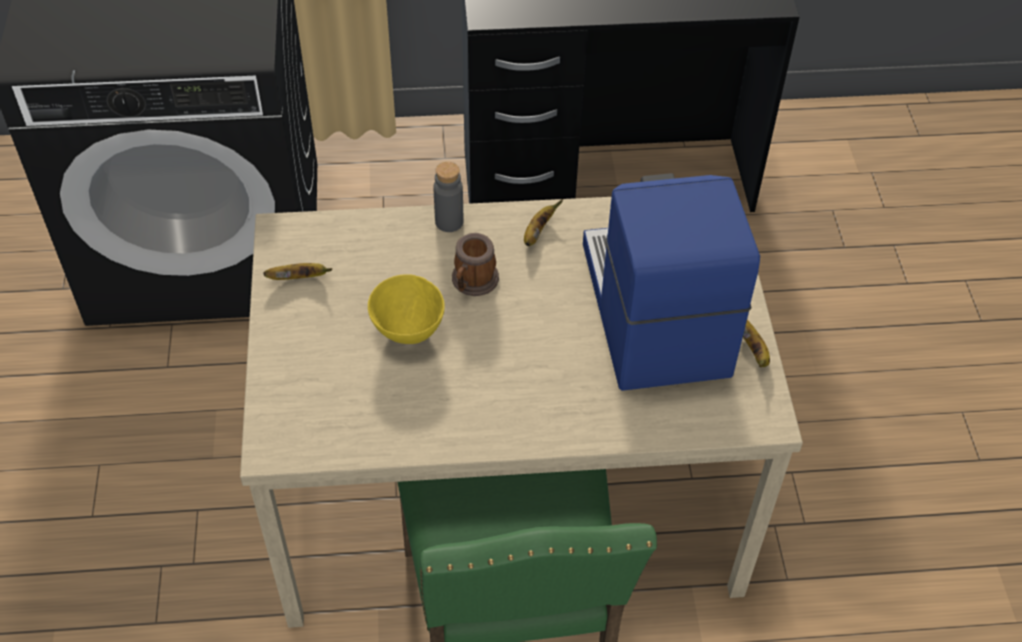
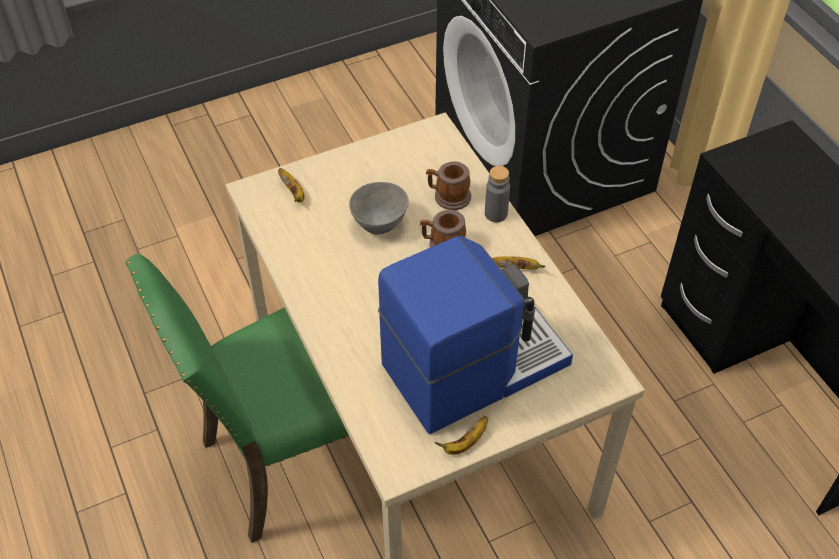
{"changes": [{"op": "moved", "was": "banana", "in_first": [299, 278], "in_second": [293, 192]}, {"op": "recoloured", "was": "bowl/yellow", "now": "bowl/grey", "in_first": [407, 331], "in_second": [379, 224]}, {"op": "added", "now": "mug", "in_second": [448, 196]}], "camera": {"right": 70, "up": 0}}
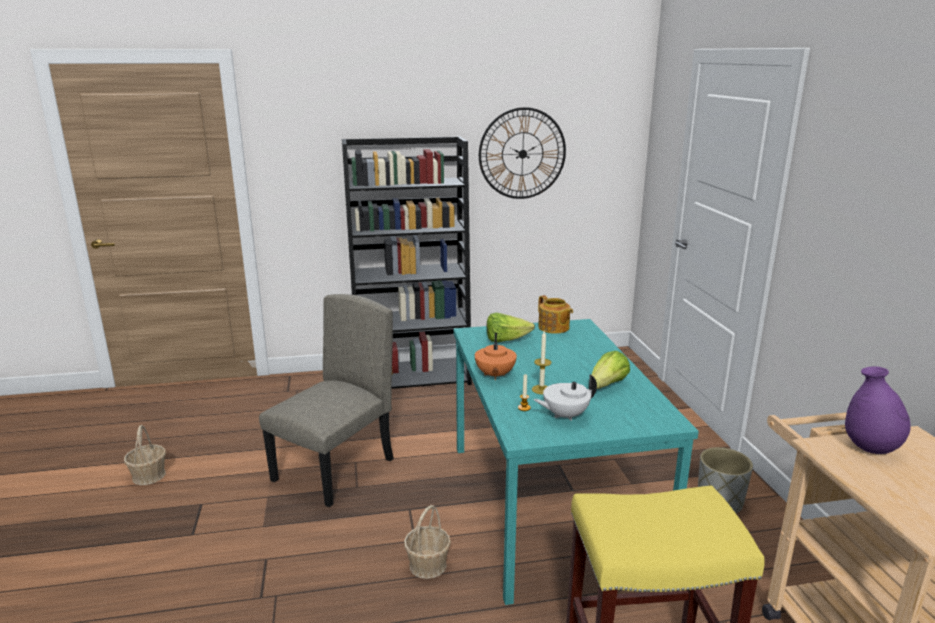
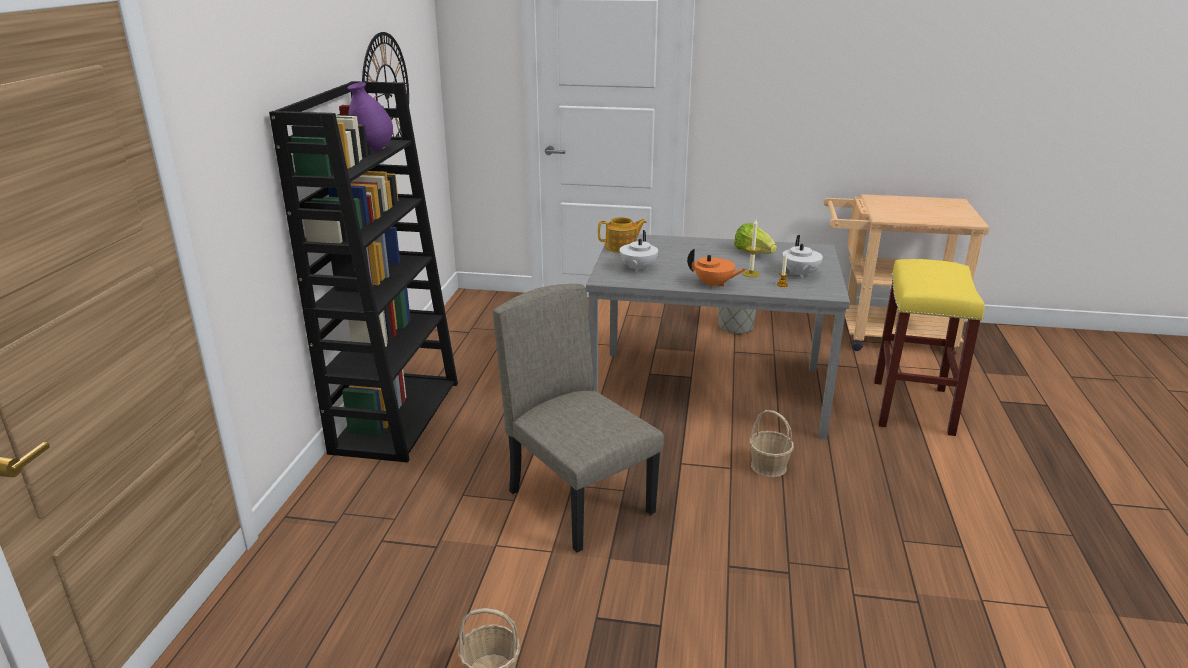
{"changes": [{"op": "replaced", "was": "lettuce", "now": "teapot/white", "in_first": [506, 340], "in_second": [637, 269]}, {"op": "recoloured", "was": "dining table/turquoise", "now": "dining table/grey", "in_first": [548, 505], "in_second": [707, 392]}, {"op": "moved", "was": "vase/purple", "in_first": [870, 449], "in_second": [373, 150]}], "camera": {"right": -70, "up": 5}}
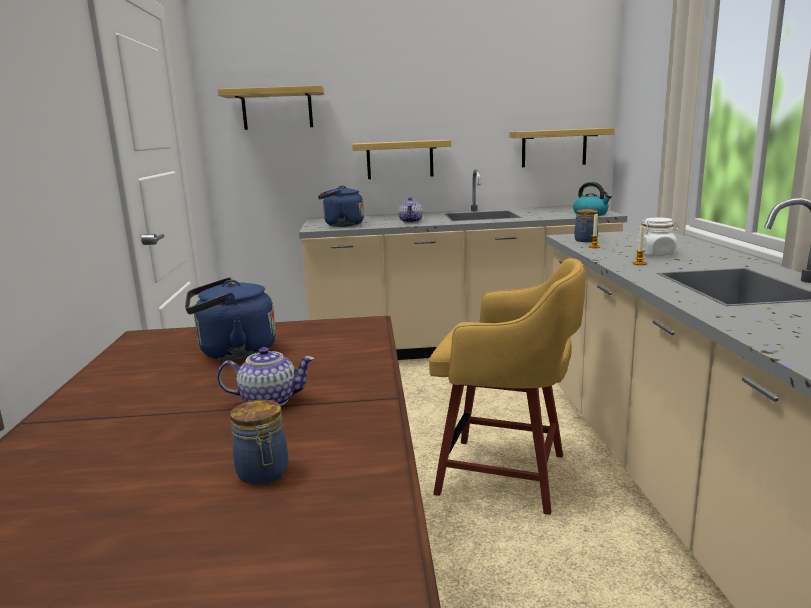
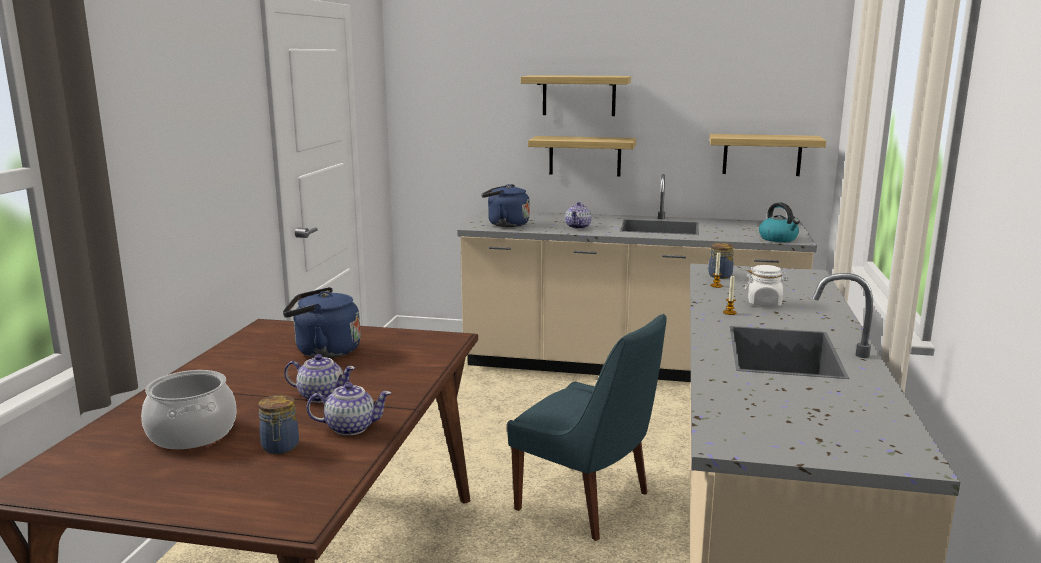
{"changes": [{"op": "moved", "was": "shelf", "in_first": [277, 109], "in_second": [579, 95]}, {"op": "replaced", "was": "stool/yellow", "now": "chair/blue", "in_first": [506, 475], "in_second": [587, 503]}, {"op": "added", "now": "cooking pot", "in_second": [193, 433]}, {"op": "added", "now": "teapot", "in_second": [351, 427]}], "camera": {"right": 15, "up": 0}}
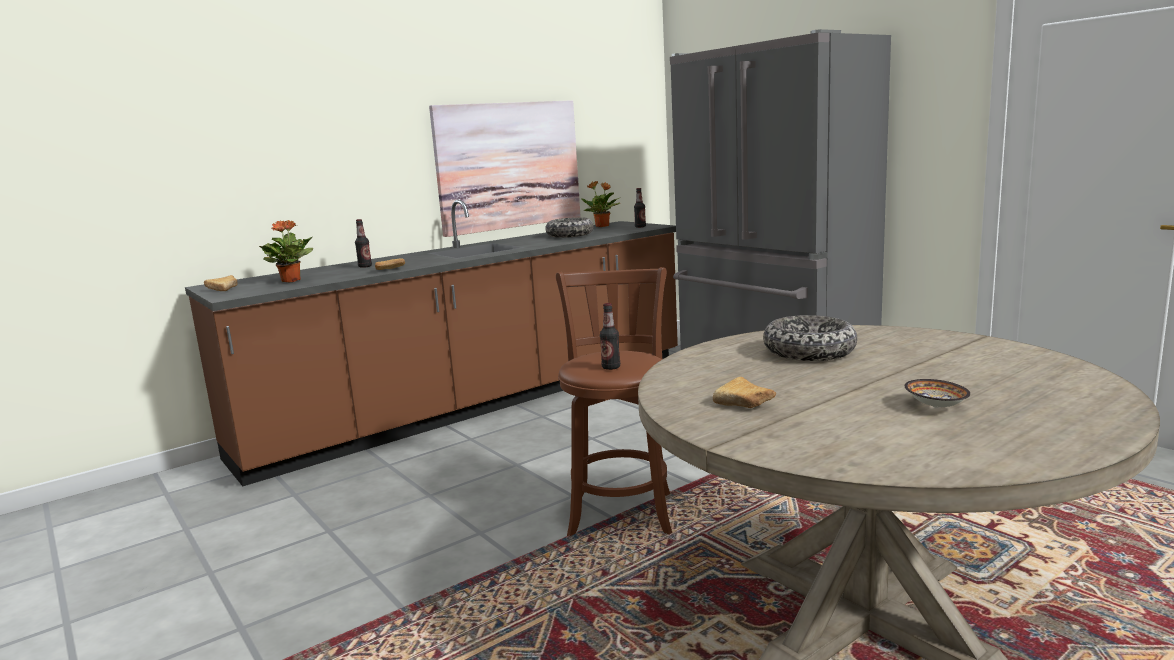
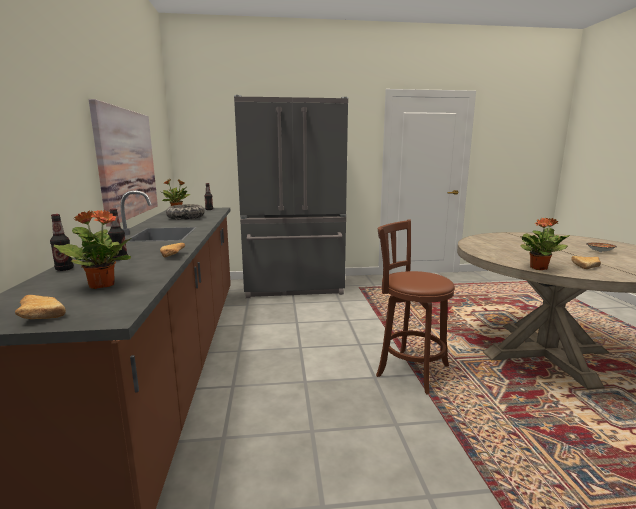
{"changes": [{"op": "moved", "was": "bottle", "in_first": [611, 367], "in_second": [64, 269]}, {"op": "removed", "was": "bowl", "in_first": [809, 352]}, {"op": "added", "now": "potted plant", "in_second": [539, 268]}], "camera": {"right": -60, "up": 0}}
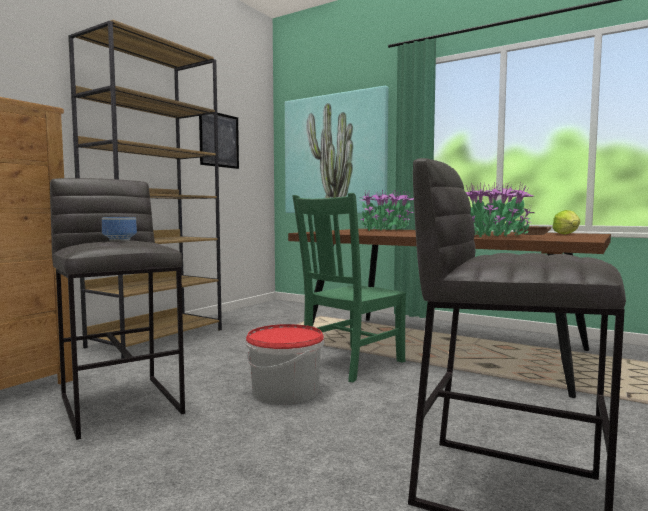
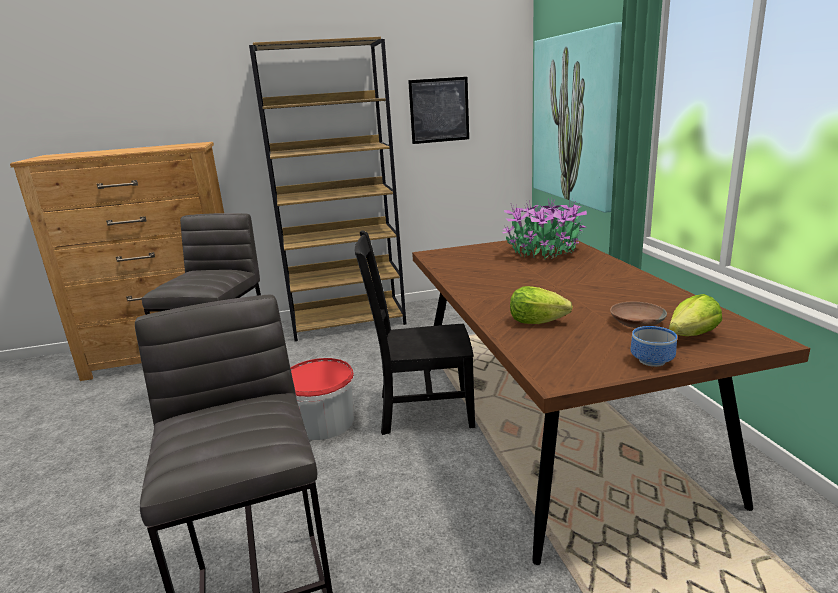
{"changes": [{"op": "replaced", "was": "potted plant", "now": "lettuce", "in_first": [492, 236], "in_second": [536, 322]}, {"op": "recoloured", "was": "chair/green", "now": "chair/black", "in_first": [350, 364], "in_second": [422, 410]}, {"op": "moved", "was": "bowl", "in_first": [118, 240], "in_second": [650, 360]}], "camera": {"right": 45, "up": 15}}
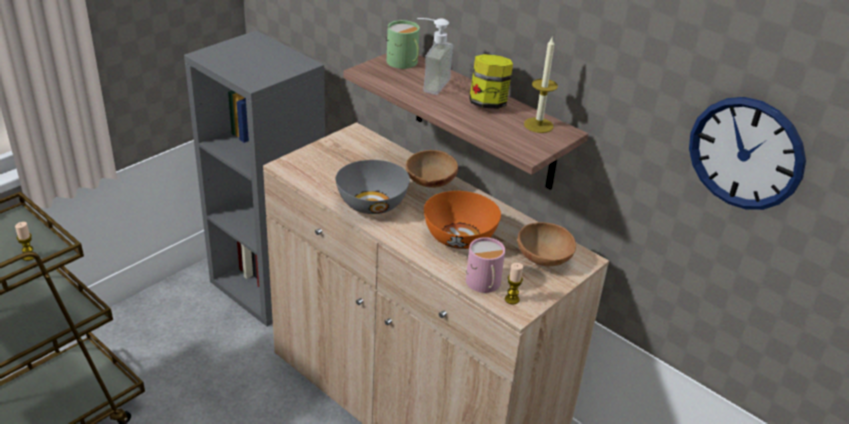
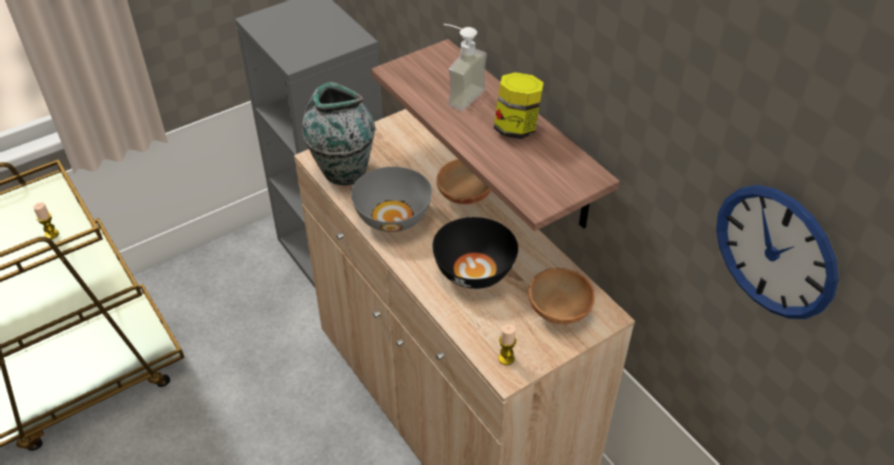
{"changes": [{"op": "removed", "was": "mug/green", "in_first": [404, 63]}, {"op": "removed", "was": "candle", "in_first": [538, 125]}, {"op": "recoloured", "was": "bowl/orange", "now": "bowl/black", "in_first": [459, 237], "in_second": [473, 271]}, {"op": "removed", "was": "mug/pink", "in_first": [483, 284]}, {"op": "added", "now": "vase", "in_second": [343, 171]}], "camera": {"right": 15, "up": 10}}
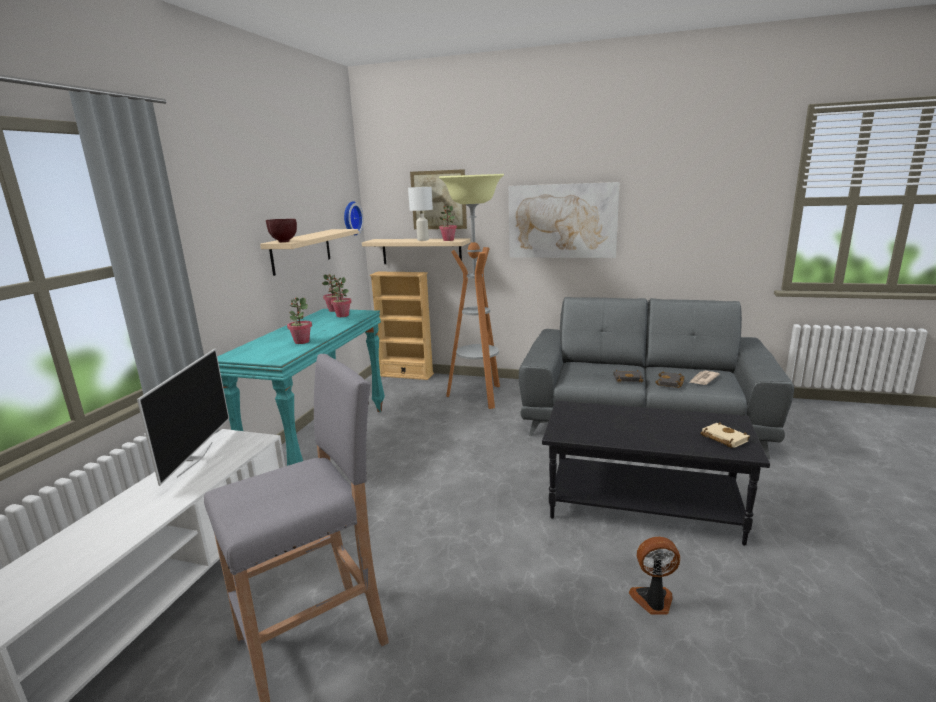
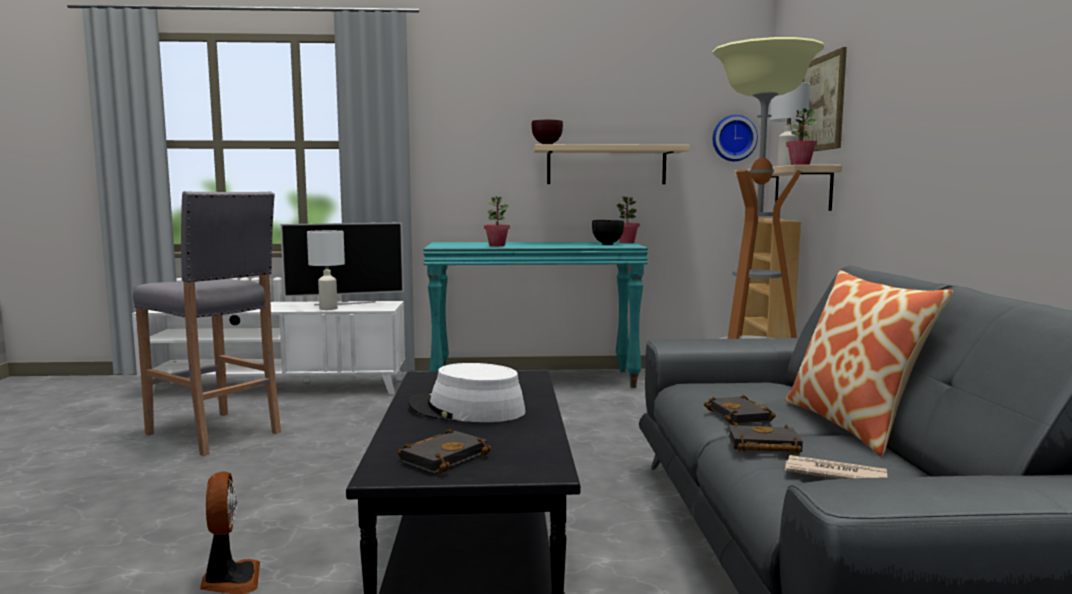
{"changes": [{"op": "removed", "was": "picture", "in_first": [562, 221]}, {"op": "replaced", "was": "potted plant", "now": "bowl/black", "in_first": [342, 315], "in_second": [606, 244]}, {"op": "recoloured", "was": "book/beige", "now": "book/black", "in_first": [722, 438], "in_second": [444, 457]}, {"op": "added", "now": "table lamp/white", "in_second": [328, 308]}, {"op": "added", "now": "pillow", "in_second": [853, 425]}, {"op": "added", "now": "hat/white", "in_second": [466, 410]}], "camera": {"right": 70, "up": -10}}
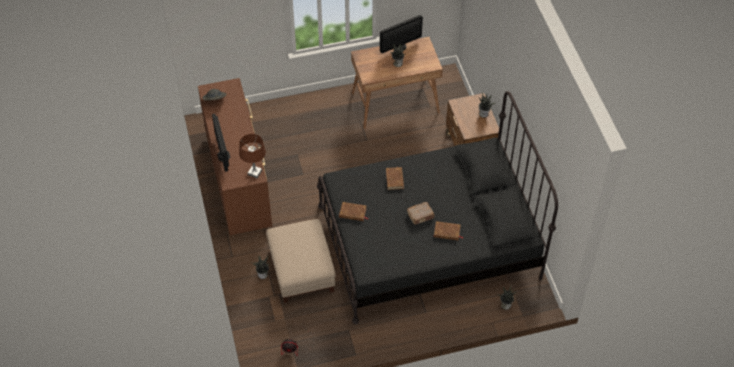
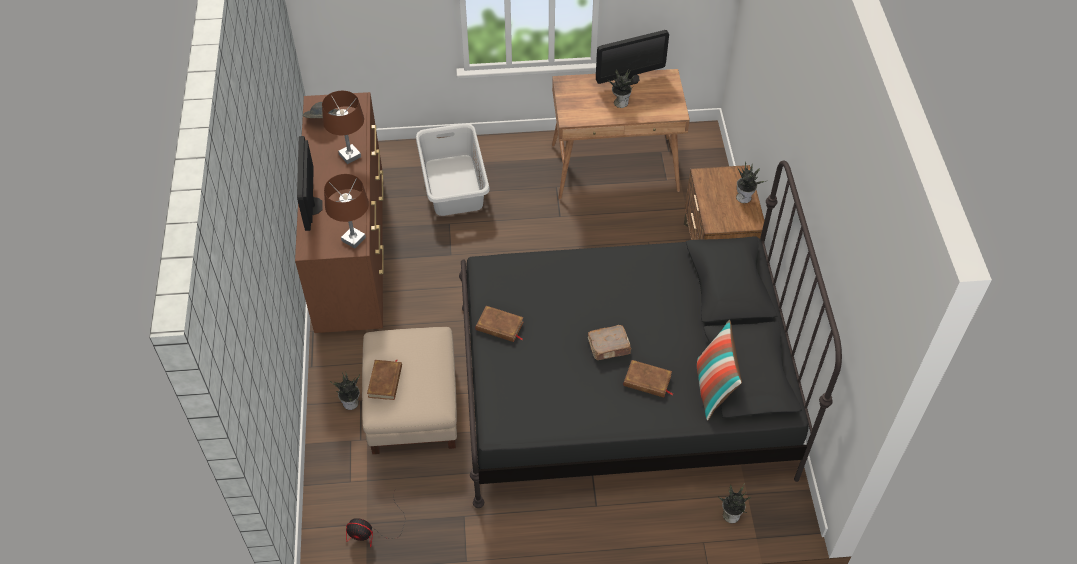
{"changes": [{"op": "moved", "was": "book/brown", "in_first": [395, 179], "in_second": [385, 381]}, {"op": "added", "now": "table lamp/brown", "in_second": [349, 156]}, {"op": "added", "now": "laundry basket/grey", "in_second": [454, 184]}, {"op": "added", "now": "pillow", "in_second": [714, 389]}], "camera": {"right": 10, "up": 0}}
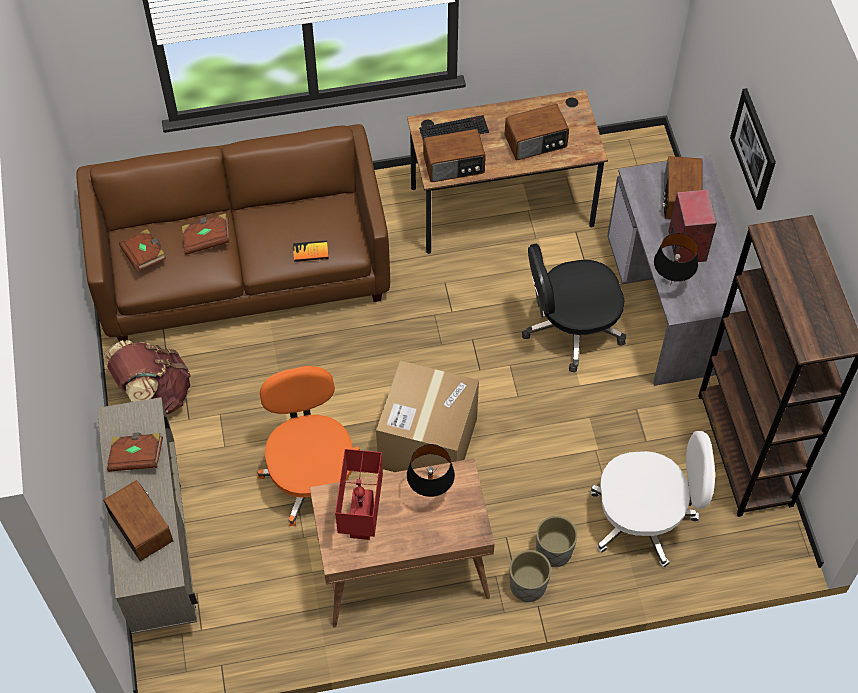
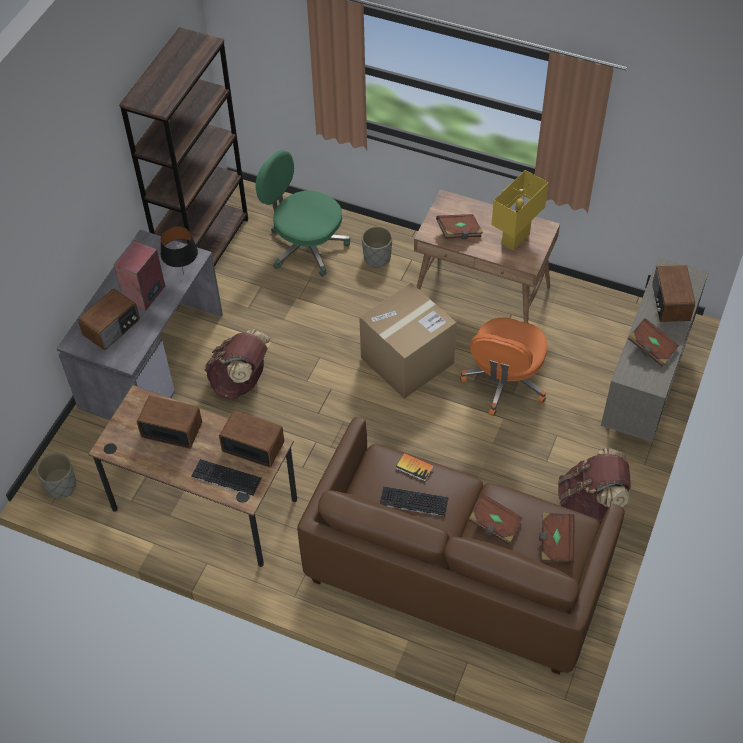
{"changes": [{"op": "removed", "was": "picture", "in_first": [754, 149]}, {"op": "replaced", "was": "office chair/black", "now": "backpack/brown", "in_first": [571, 328], "in_second": [241, 382]}, {"op": "recoloured", "was": "office chair/white", "now": "office chair/green", "in_first": [643, 519], "in_second": [305, 246]}, {"op": "replaced", "was": "table lamp/black", "now": "book/brown", "in_first": [430, 494], "in_second": [459, 233]}, {"op": "recoloured", "was": "table lamp/red", "now": "table lamp/yellow", "in_first": [362, 522], "in_second": [515, 239]}, {"op": "moved", "was": "planter/grey", "in_first": [527, 585], "in_second": [61, 486]}, {"op": "added", "now": "keyboard", "in_second": [412, 502]}], "camera": {"right": -145, "up": -5}}
